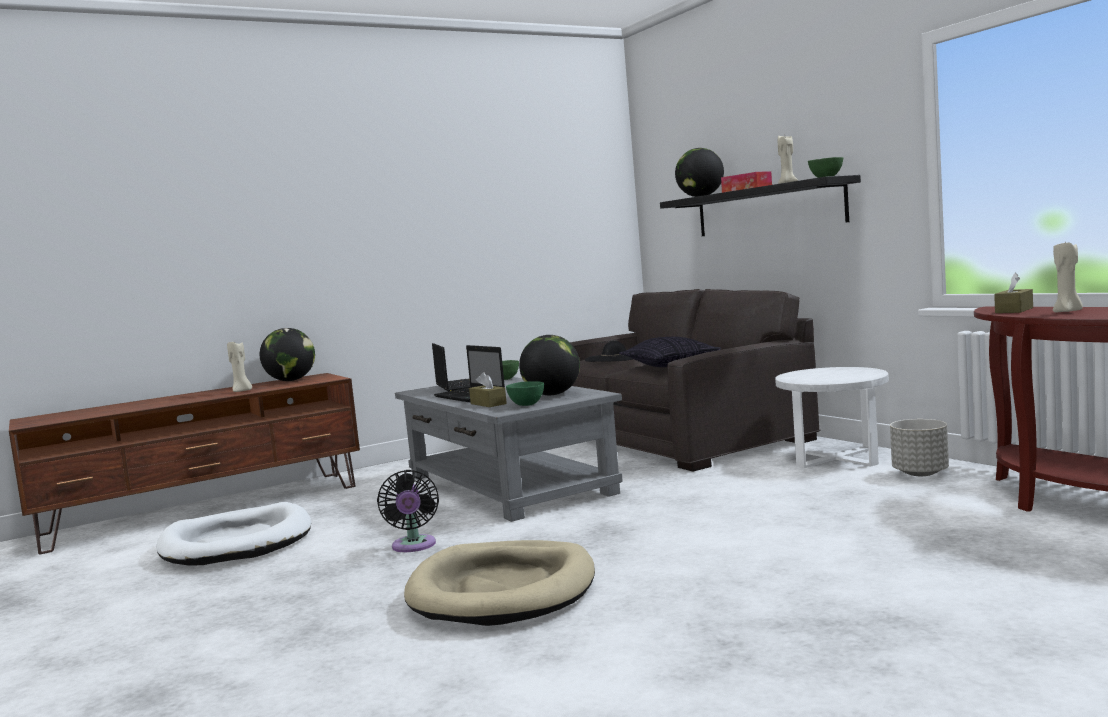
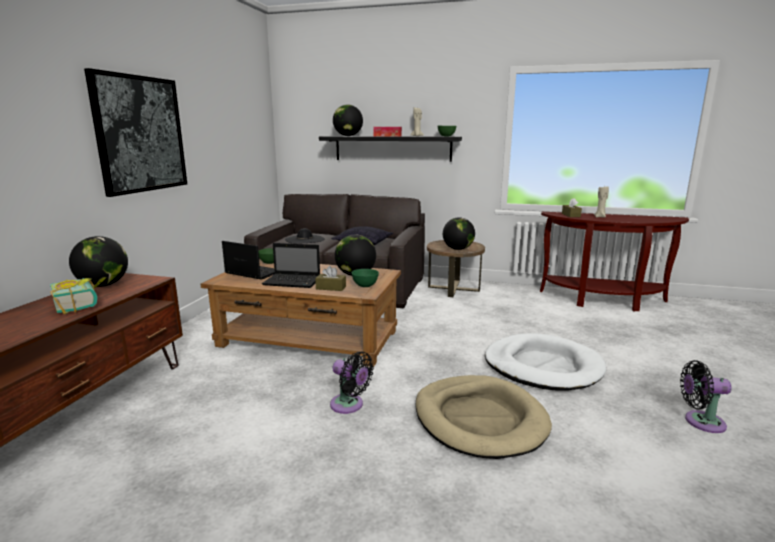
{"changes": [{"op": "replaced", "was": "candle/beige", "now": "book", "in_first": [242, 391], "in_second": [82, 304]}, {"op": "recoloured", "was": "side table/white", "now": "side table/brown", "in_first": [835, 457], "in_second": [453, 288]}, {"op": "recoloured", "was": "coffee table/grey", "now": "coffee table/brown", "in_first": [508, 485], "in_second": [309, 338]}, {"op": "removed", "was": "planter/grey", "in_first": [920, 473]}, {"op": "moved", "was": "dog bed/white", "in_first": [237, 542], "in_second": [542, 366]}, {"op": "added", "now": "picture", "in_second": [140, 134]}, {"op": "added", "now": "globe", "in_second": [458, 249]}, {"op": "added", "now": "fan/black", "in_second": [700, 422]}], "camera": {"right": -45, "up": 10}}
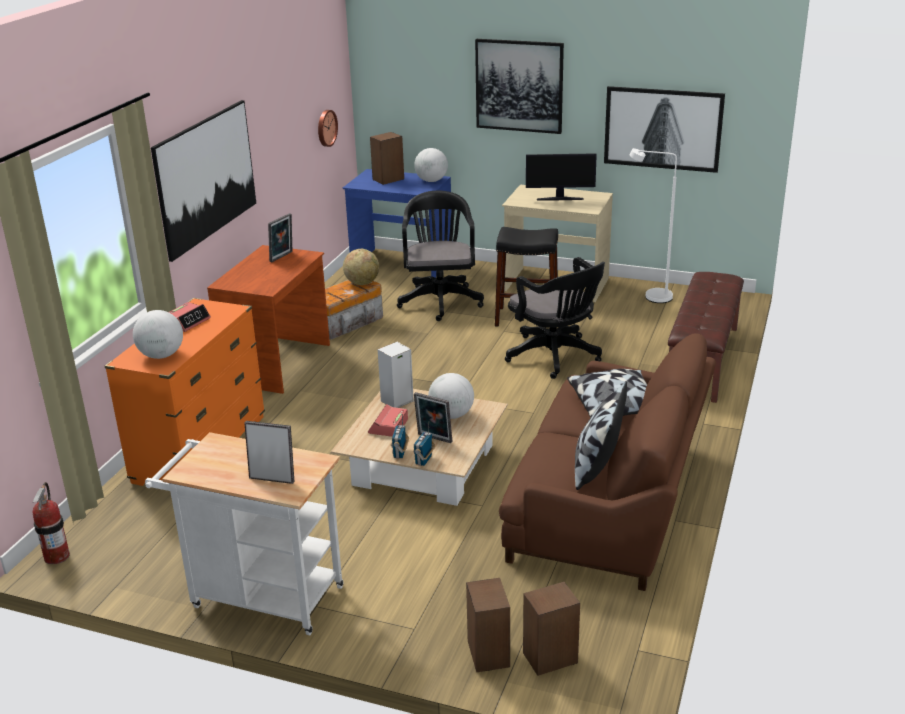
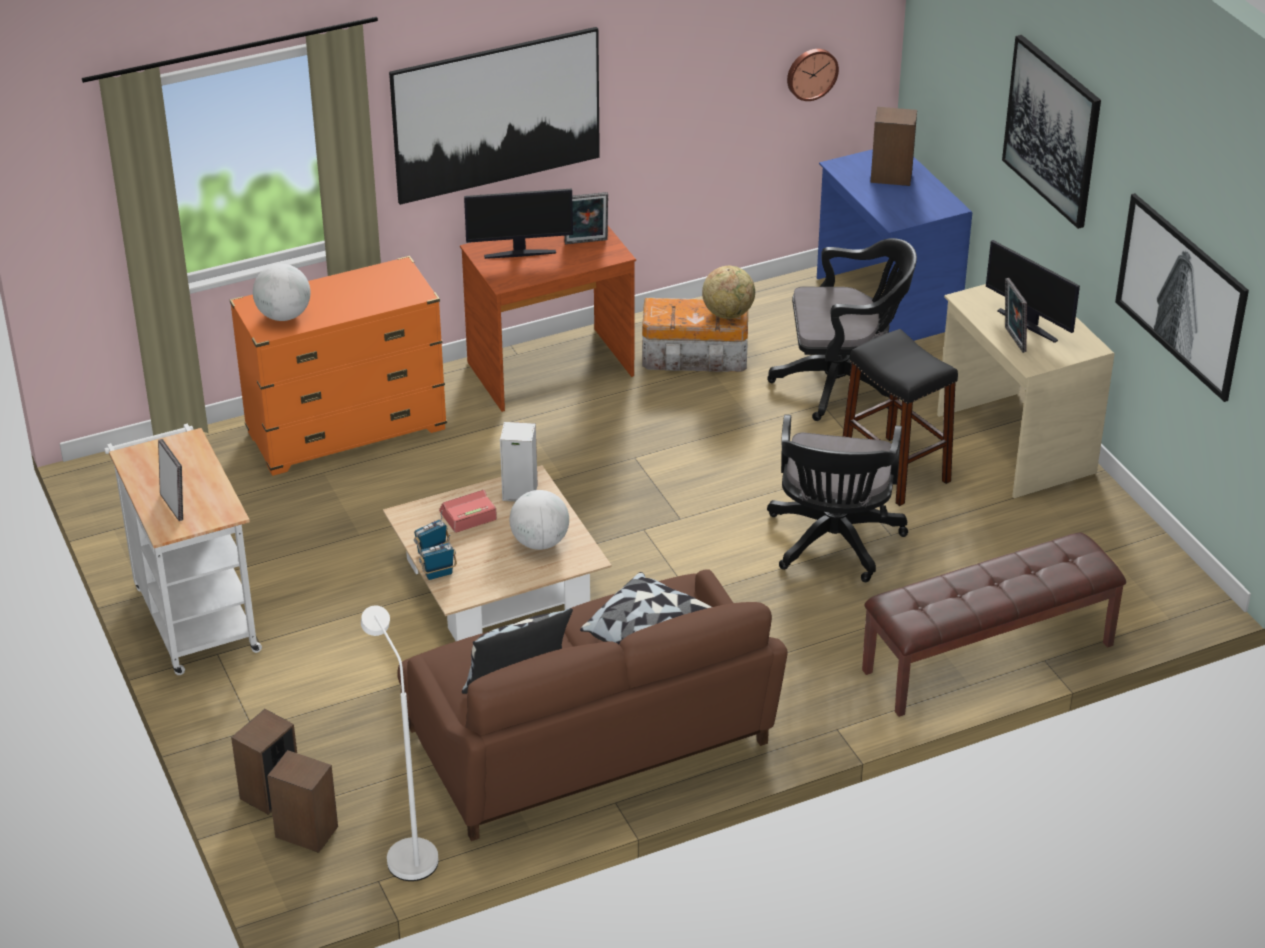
{"changes": [{"op": "removed", "was": "globe", "in_first": [431, 181]}, {"op": "moved", "was": "floor lamp/white", "in_first": [651, 296], "in_second": [407, 852]}, {"op": "turned", "was": "office chair/black", "in_first": [440, 300], "in_second": [843, 384], "clockwise": 45}, {"op": "removed", "was": "alarm clock", "in_first": [187, 322]}, {"op": "moved", "was": "picture frame", "in_first": [434, 439], "in_second": [1012, 340]}, {"op": "removed", "was": "fire extinguisher", "in_first": [57, 556]}, {"op": "added", "now": "monitor", "in_second": [520, 253]}], "camera": {"right": 45, "up": 10}}
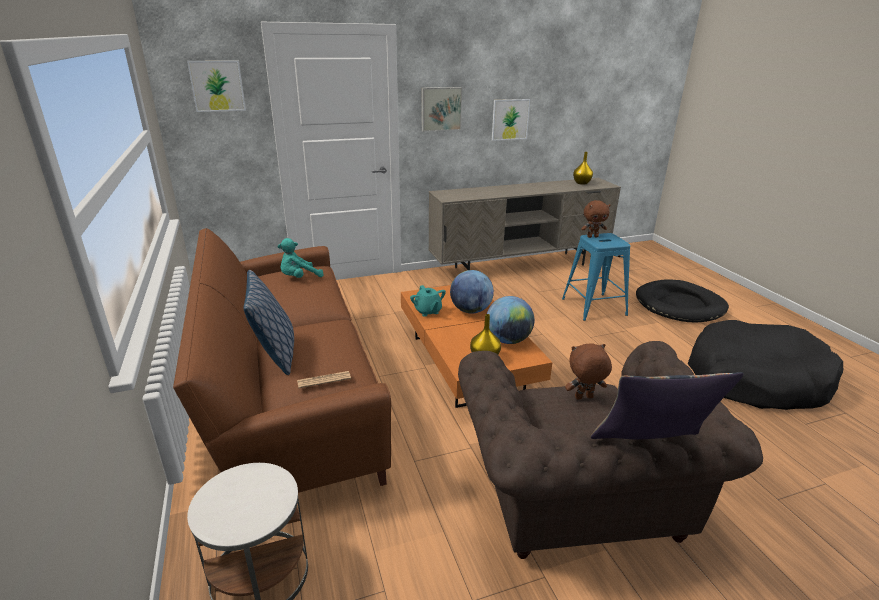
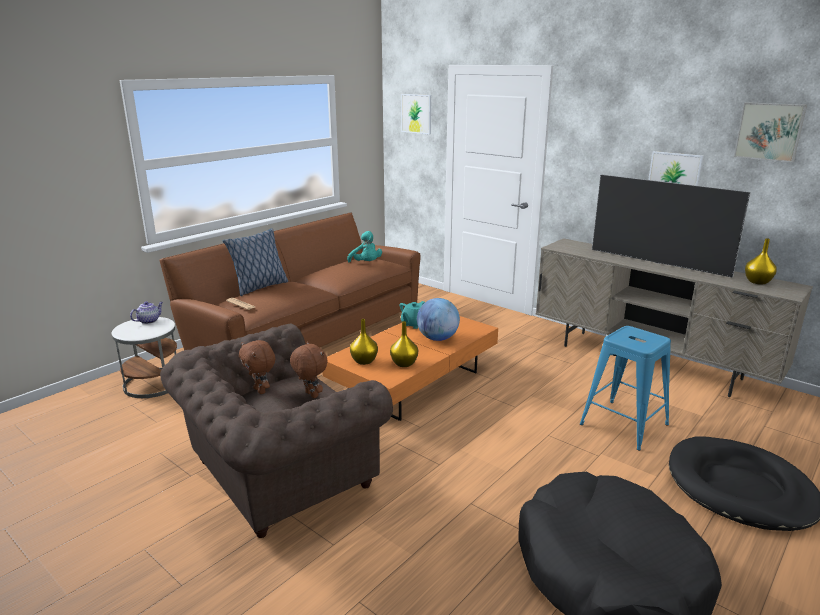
{"changes": [{"op": "moved", "was": "picture", "in_first": [440, 108], "in_second": [769, 131]}, {"op": "moved", "was": "plush toy/brown", "in_first": [592, 236], "in_second": [261, 390]}, {"op": "turned", "was": "plush toy/turquoise", "in_first": [299, 278], "in_second": [366, 263], "clockwise": -150}, {"op": "replaced", "was": "globe", "now": "vase/yellow", "in_first": [508, 340], "in_second": [404, 363]}, {"op": "removed", "was": "pillow", "in_first": [651, 448]}, {"op": "added", "now": "television", "in_second": [657, 263]}, {"op": "added", "now": "teapot", "in_second": [149, 321]}], "camera": {"right": 60, "up": -5}}
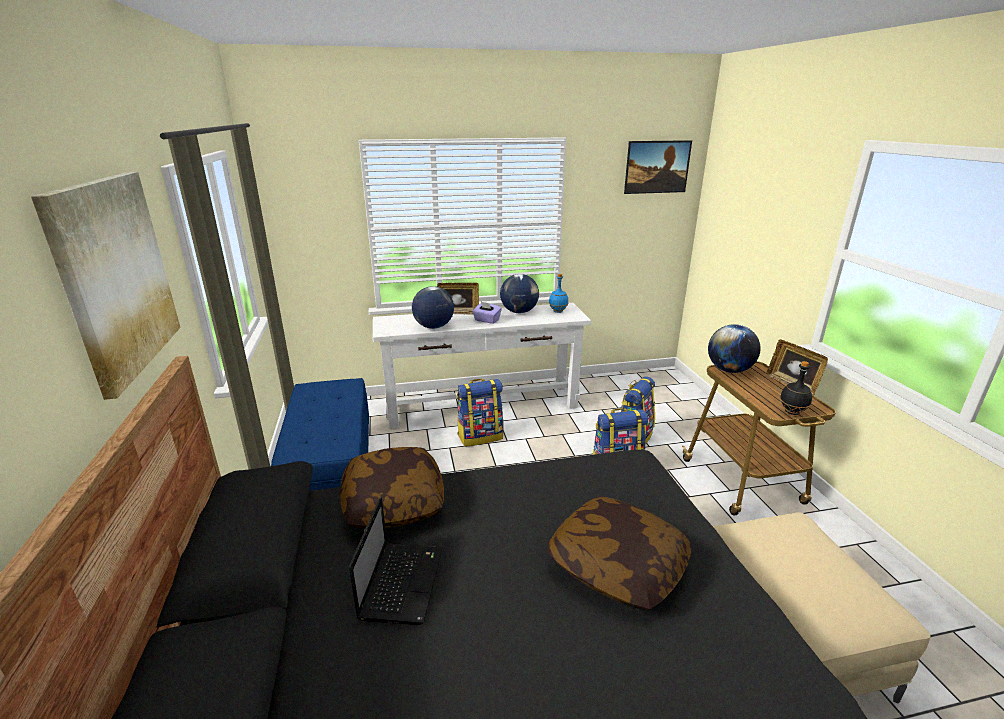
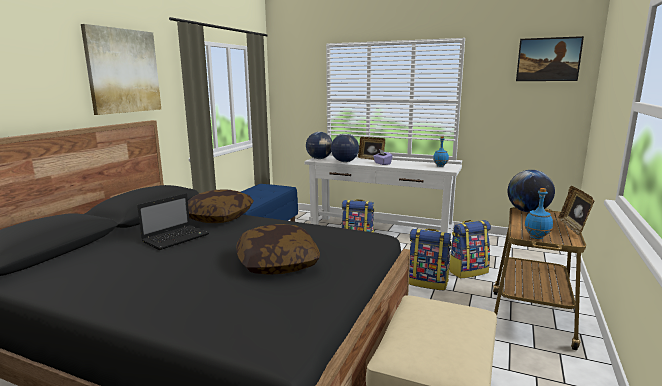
{"changes": [{"op": "moved", "was": "globe", "in_first": [519, 312], "in_second": [319, 159]}, {"op": "recoloured", "was": "bottle/black", "now": "bottle/blue", "in_first": [791, 412], "in_second": [536, 237]}], "camera": {"right": 35, "up": -10}}
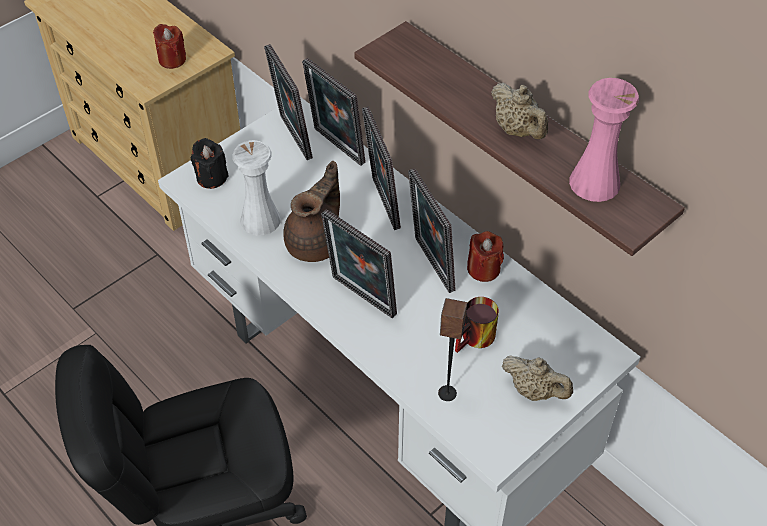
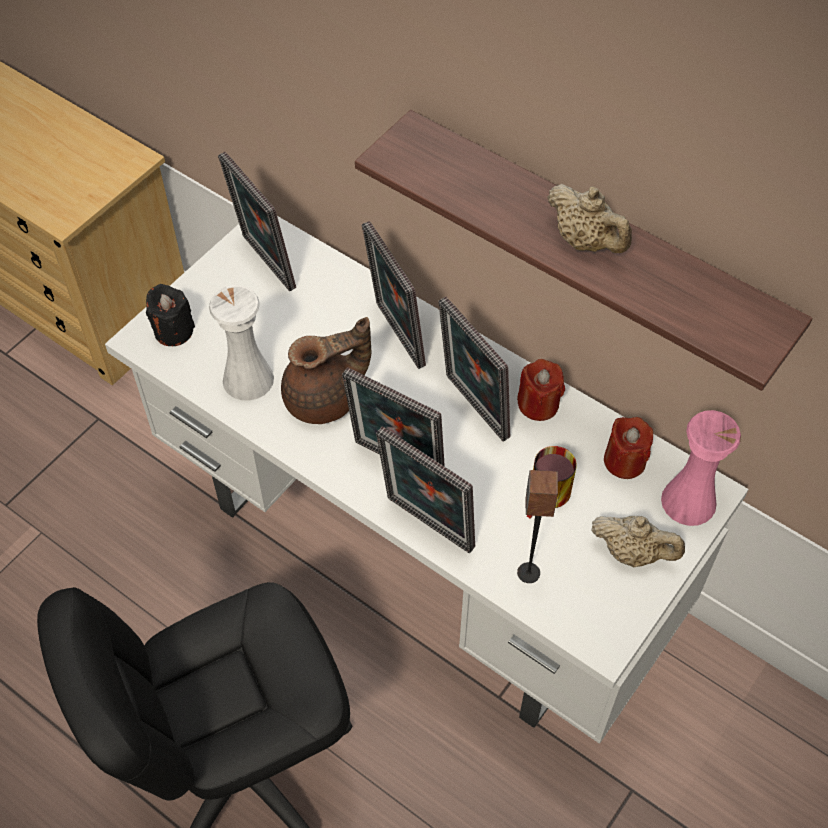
{"changes": [{"op": "moved", "was": "candle/red", "in_first": [172, 59], "in_second": [624, 461]}, {"op": "moved", "was": "picture frame", "in_first": [336, 147], "in_second": [426, 527]}, {"op": "moved", "was": "vase/pink", "in_first": [594, 182], "in_second": [688, 501]}, {"op": "turned", "was": "teapot/brown", "in_first": [316, 242], "in_second": [325, 399], "clockwise": 45}], "camera": {"right": -10, "up": 5}}
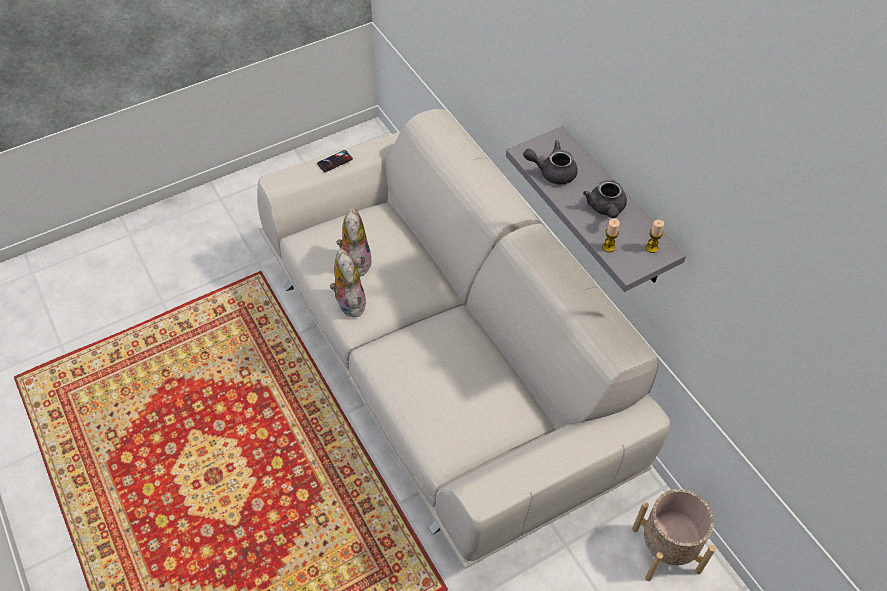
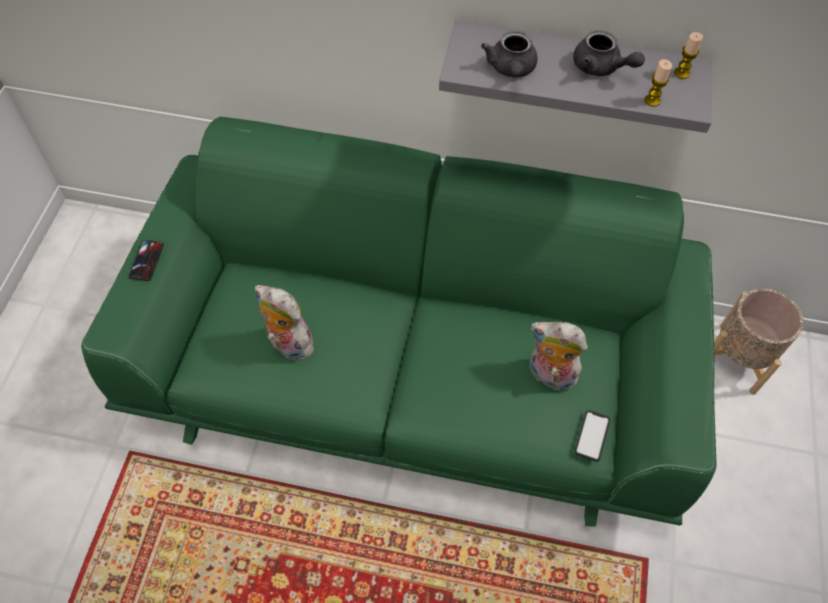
{"changes": [{"op": "recoloured", "was": "sofa/white", "now": "sofa/green", "in_first": [444, 364], "in_second": [413, 373]}, {"op": "turned", "was": "teapot/grey", "in_first": [552, 172], "in_second": [511, 70], "clockwise": -45}, {"op": "moved", "was": "plush toy", "in_first": [349, 302], "in_second": [549, 376]}, {"op": "added", "now": "phone", "in_second": [592, 436]}], "camera": {"right": -50, "up": 5}}
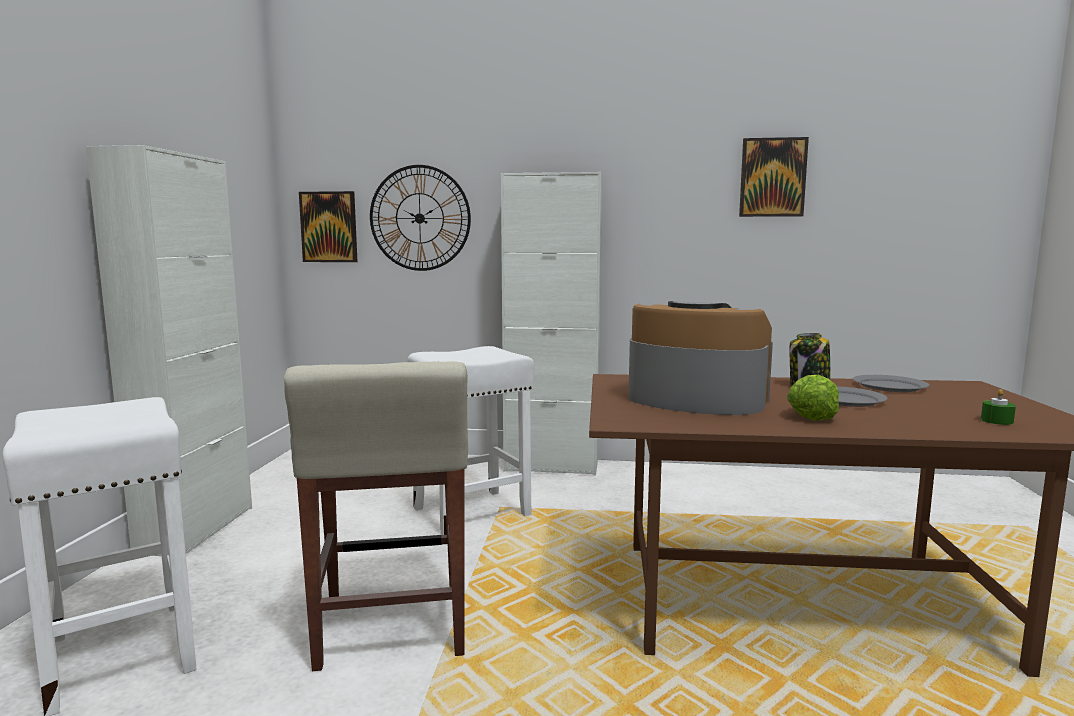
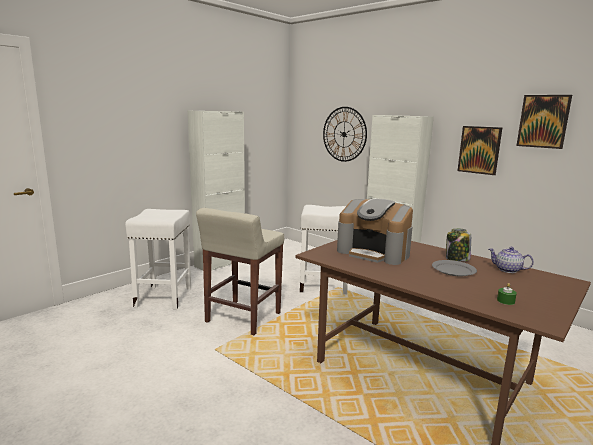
{"changes": [{"op": "moved", "was": "picture", "in_first": [329, 227], "in_second": [479, 150]}, {"op": "turned", "was": "coffee machine", "in_first": [695, 400], "in_second": [374, 252], "clockwise": 150}, {"op": "removed", "was": "lettuce", "in_first": [811, 415]}, {"op": "replaced", "was": "plate/grey", "now": "teapot", "in_first": [890, 386], "in_second": [508, 270]}], "camera": {"right": 35, "up": 5}}
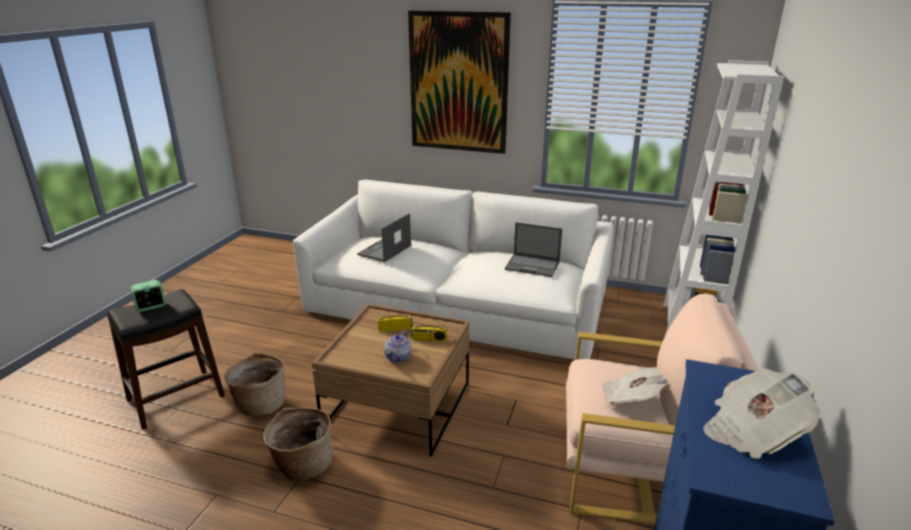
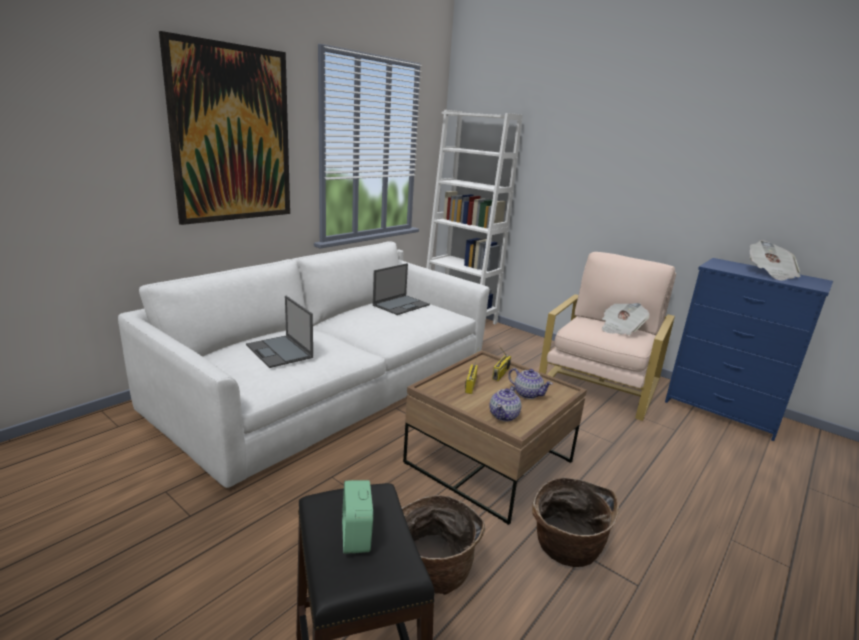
{"changes": [{"op": "added", "now": "teapot", "in_second": [504, 415]}], "camera": {"right": -70, "up": -5}}
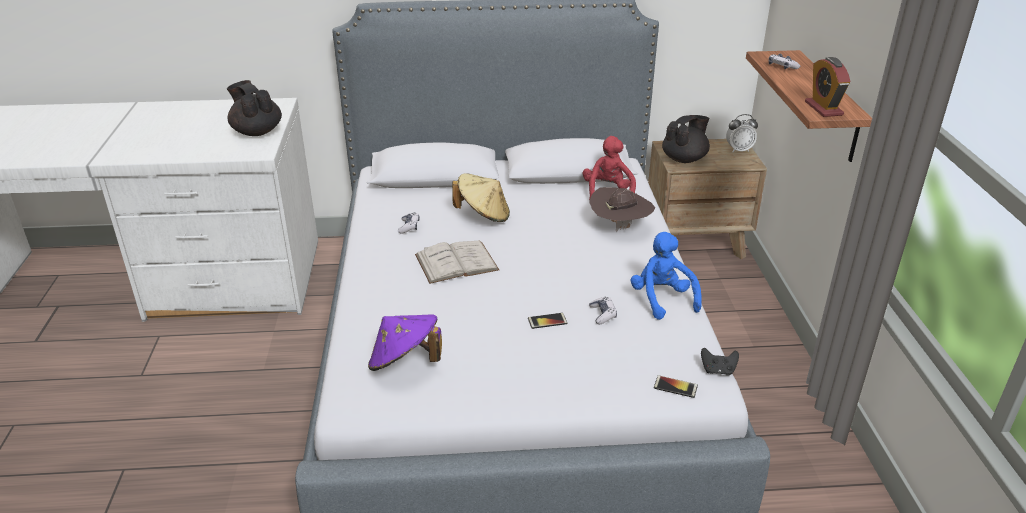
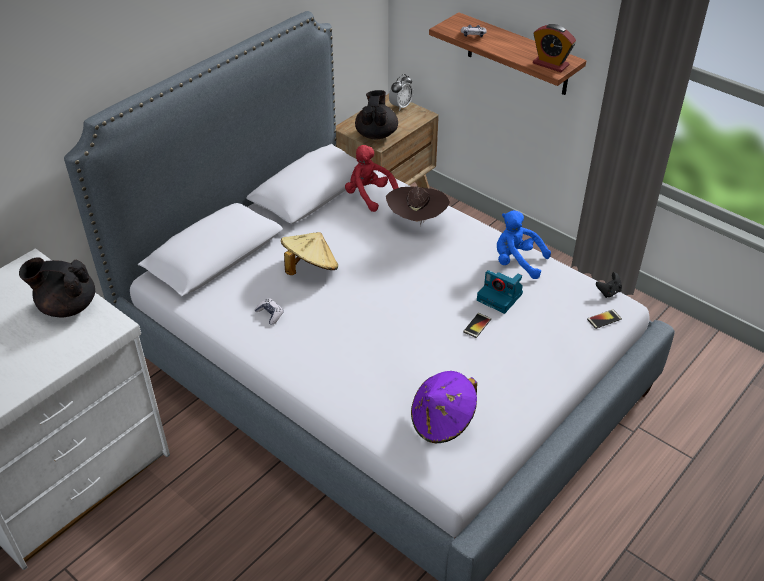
{"changes": [{"op": "removed", "was": "book/white", "in_first": [456, 262]}, {"op": "replaced", "was": "game controller", "now": "photo camera", "in_first": [603, 314], "in_second": [500, 297]}], "camera": {"right": -45, "up": 10}}
